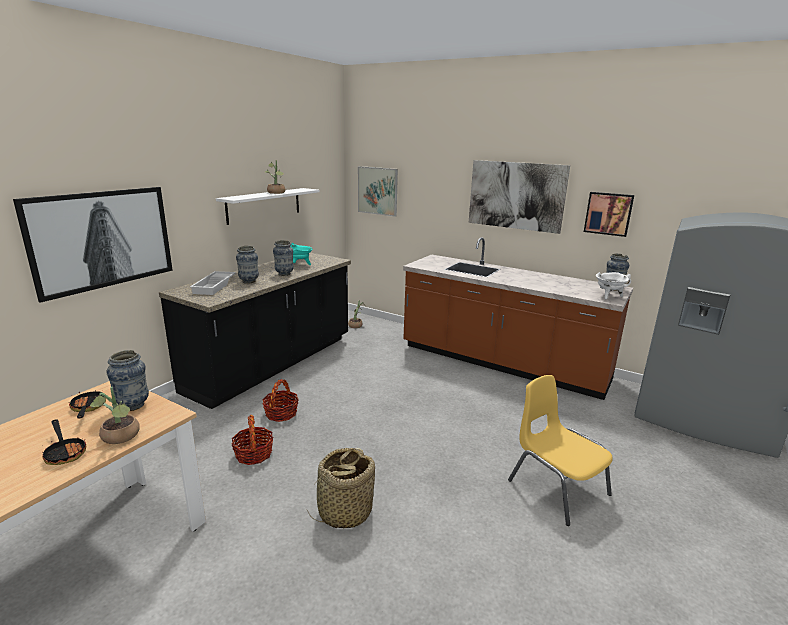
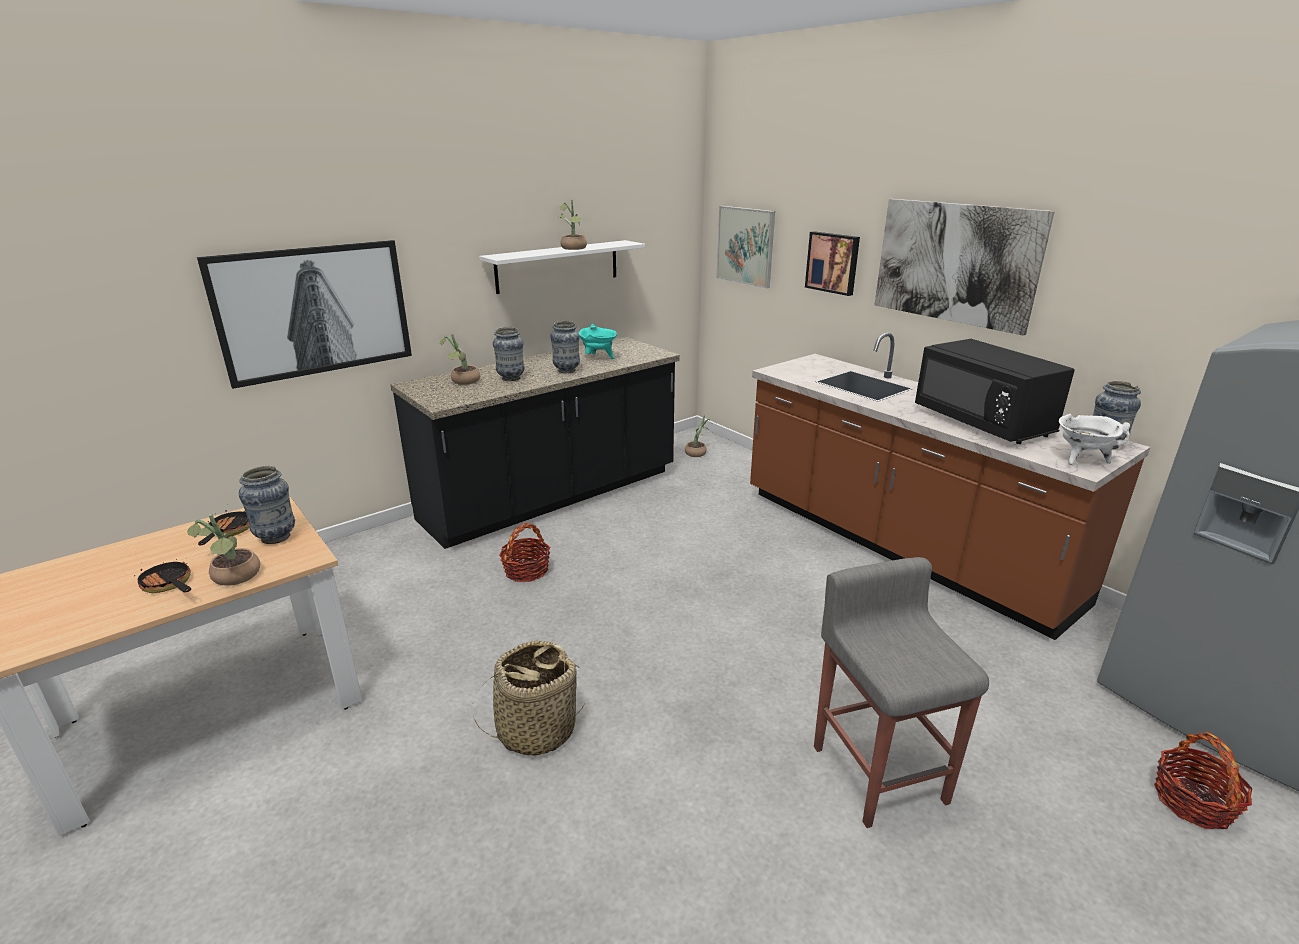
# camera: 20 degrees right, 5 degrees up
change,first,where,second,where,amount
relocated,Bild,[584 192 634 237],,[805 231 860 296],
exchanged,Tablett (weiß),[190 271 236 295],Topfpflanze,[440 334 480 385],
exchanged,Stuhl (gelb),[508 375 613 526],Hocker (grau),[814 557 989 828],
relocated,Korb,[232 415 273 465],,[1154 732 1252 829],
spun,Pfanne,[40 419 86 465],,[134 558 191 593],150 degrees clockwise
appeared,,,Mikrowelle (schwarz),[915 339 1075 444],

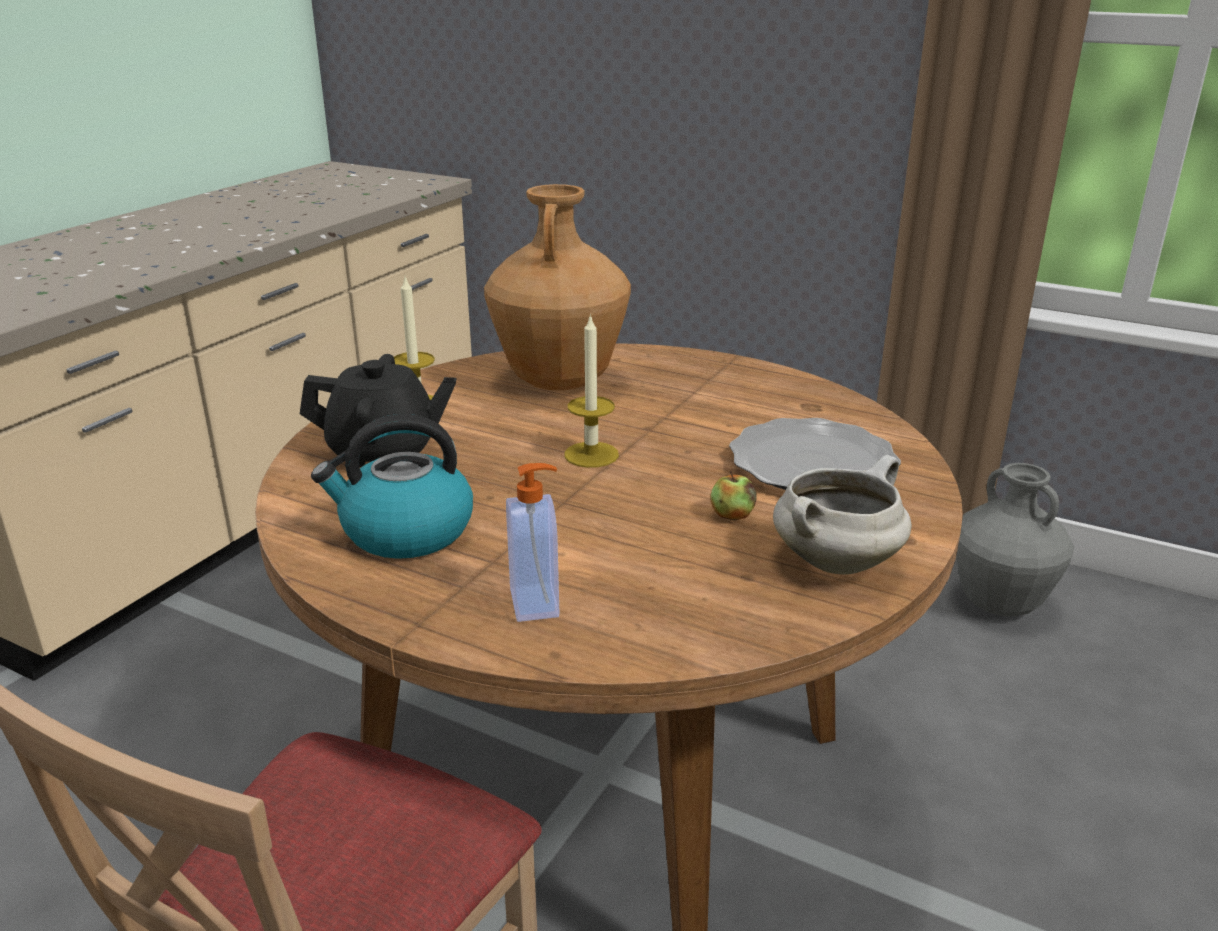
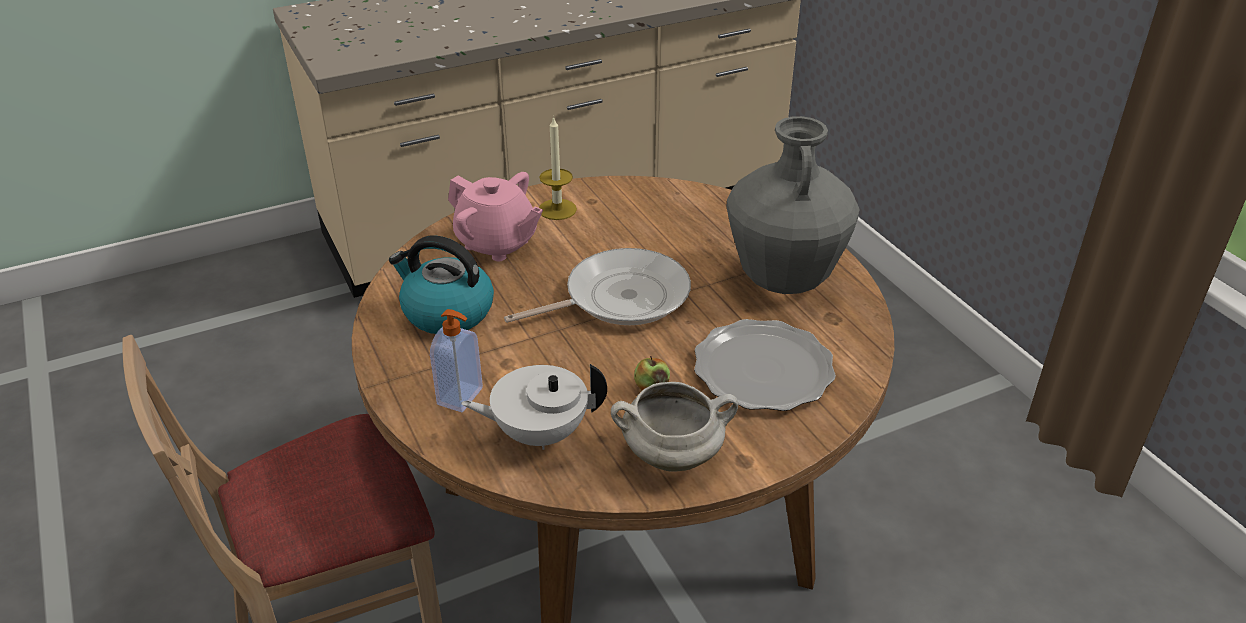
# camera: 35 degrees right, 10 degrees up
change,first,where,second,where,amount
missing,Vase (braun),[484 184 631 390],,,
exchanged,Kerze,[565 314 619 468],Pfanne,[504 248 691 325],
colour,Teekanne (schwarz),[300 354 456 467],Teekanne (rosa),[448 172 543 261],
relocated,Vase (grau),[956 463 1074 616],,[726 116 860 294],
appeared,,,Teekanne (weiß),[461 364 607 450],

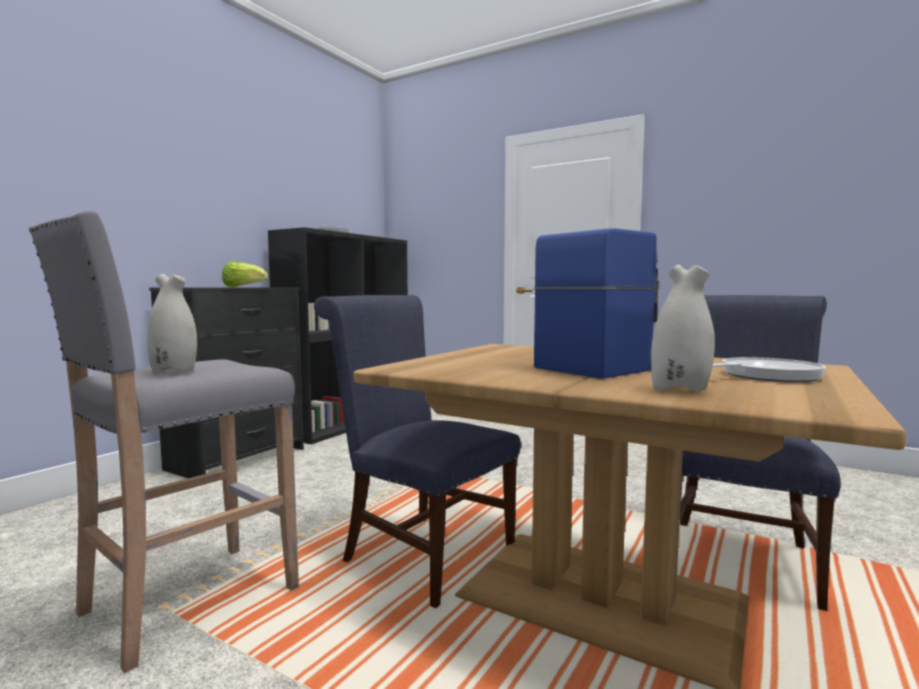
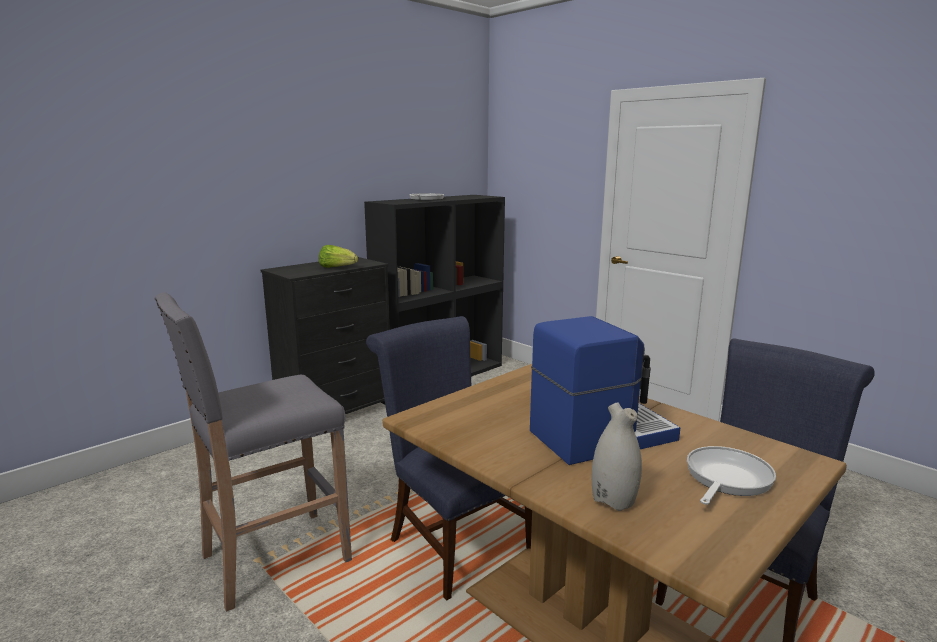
# camera: 15 degrees right, 10 degrees up
change,first,where,second,where,amount
missing,Vase (weiß),[147 274 197 374],,,
spun,Pfanne,[712 357 826 382],,[687 446 776 505],45 degrees counterclockwise

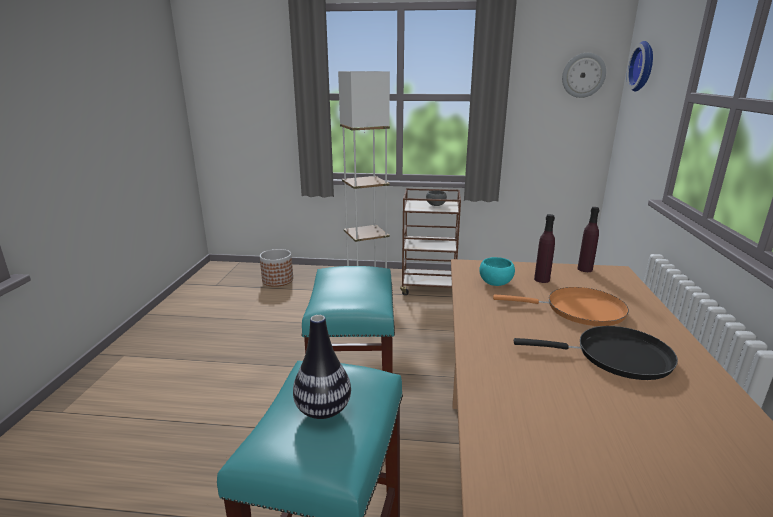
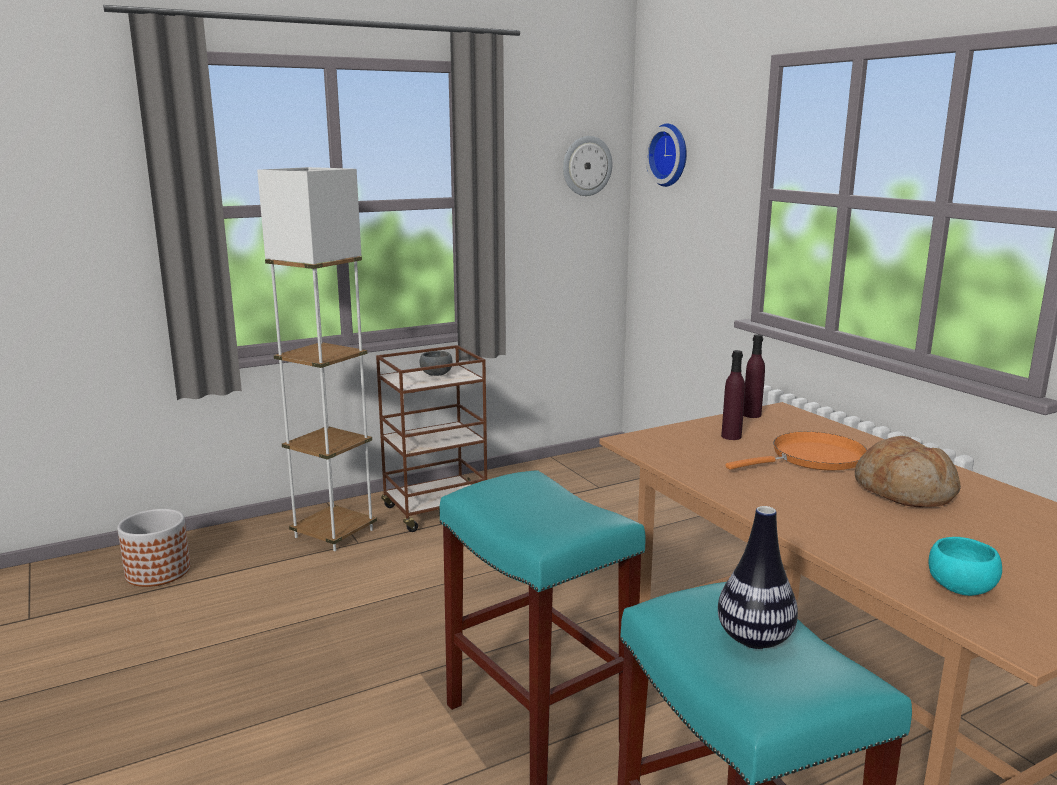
# camera: 35 degrees left, 5 degrees down
change,first,where,second,where,amount
relocated,Schüssel (türkis),[479 257 515 286],,[928 537 1002 596],
exchanged,Pfanne (schwarz),[514 326 678 380],Brot,[855 436 961 507],

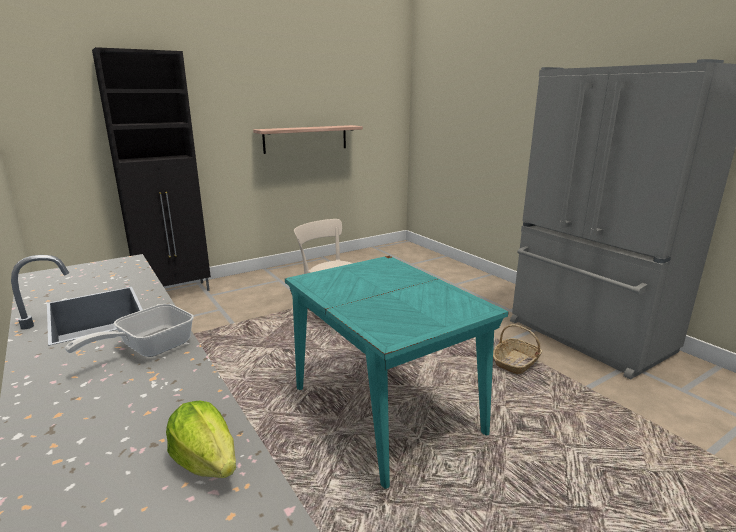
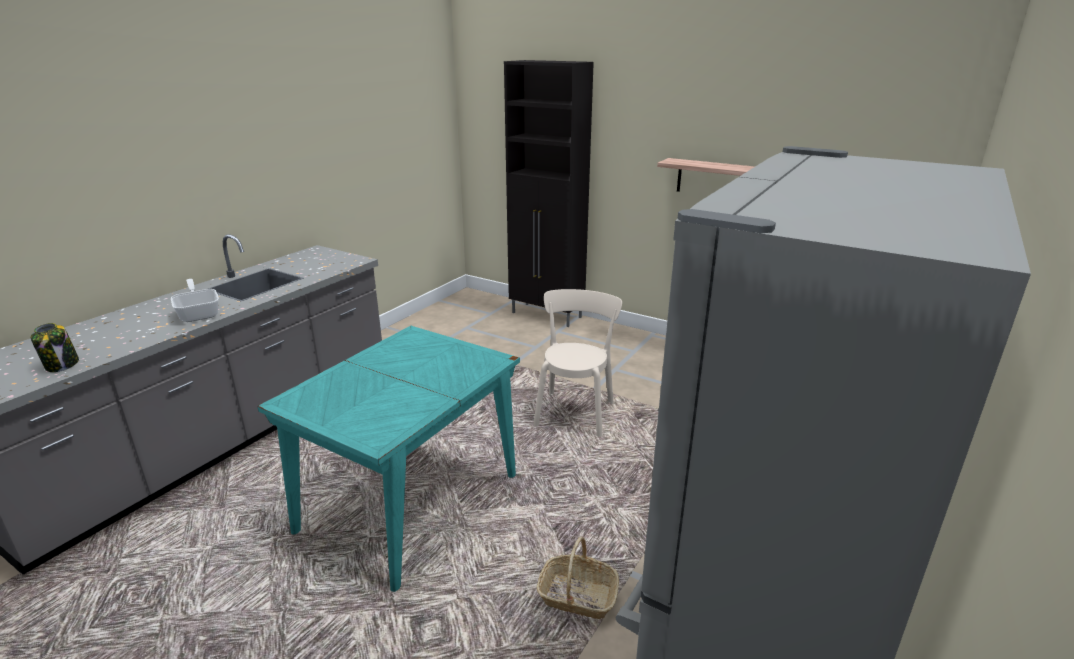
# camera: 65 degrees right, 5 degrees up
change,first,where,second,where,amount
spun,Pfanne,[65 304 194 357],,[171 279 219 322],45 degrees clockwise
exchanged,Salatkopf,[166 400 236 478],Vorratsglas,[31 323 79 372],

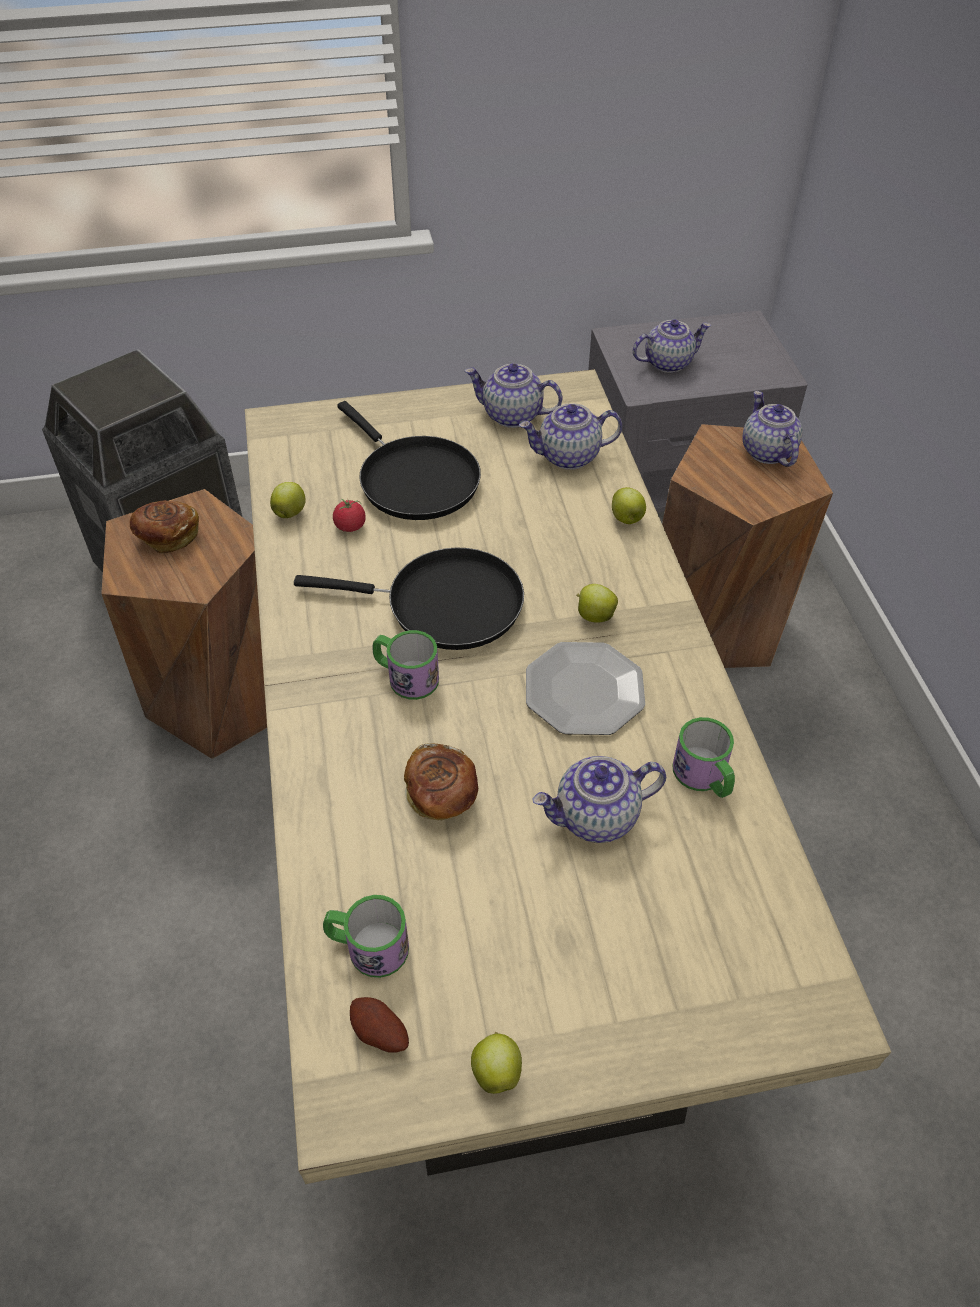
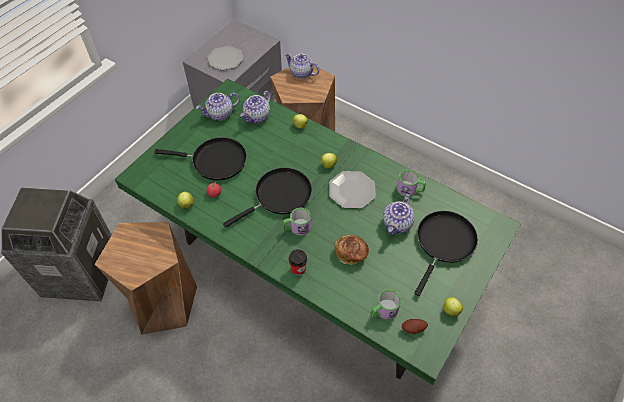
# camera: 45 degrees left, 5 degrees up
change,first,where,second,where,amount
exchanged,Teekanne,[633 319 711 373],Teller,[207 46 244 70],
colour,Esstisch (beige),[245 369 891 1184],Esstisch (grün),[115 79 521 385],
missing,Brot,[130 500 199 554],,,
appeared,,,Pfanne (schwarz),[414 211 478 296],
appeared,,,Tasse,[289 249 307 275],

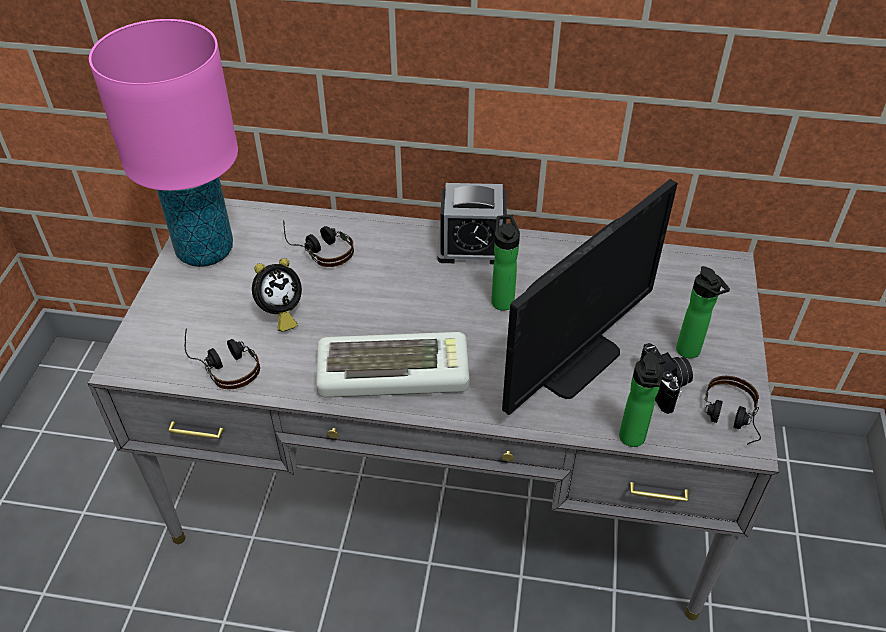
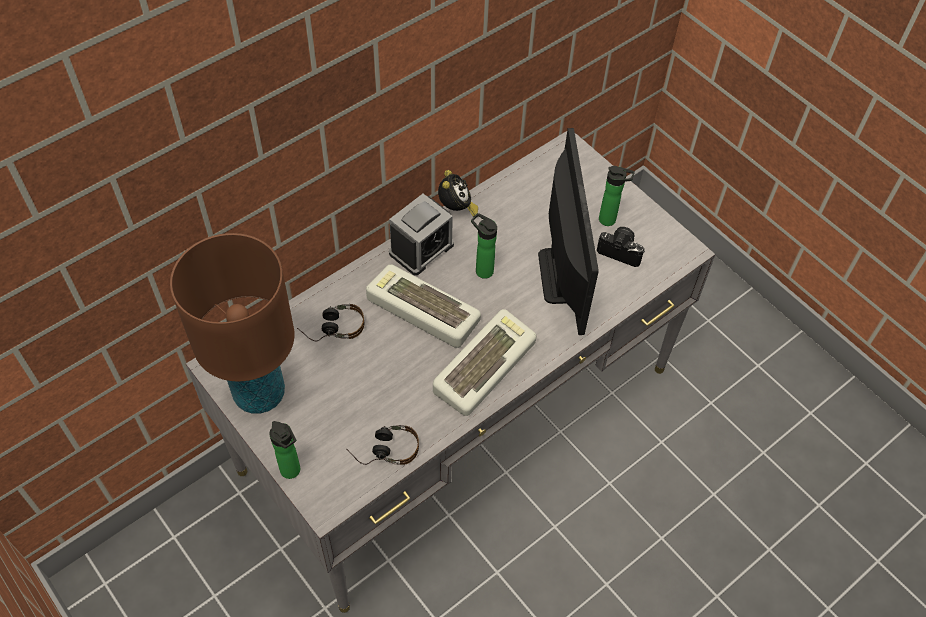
# camera: 50 degrees left, 10 degrees up
change,first,where,second,where,amount
colour,Tischlampe (rosa),[89 19 238 267],Tischlampe (braun),[170 233 295 414],
relocated,Wecker,[252 258 302 332],,[438 170 478 217],
relocated,Flasche,[619 352 664 447],,[269 421 300 479],
missing,Kopfhörer,[705 376 761 445],,,
appeared,,,Tastatur,[366 264 481 348],

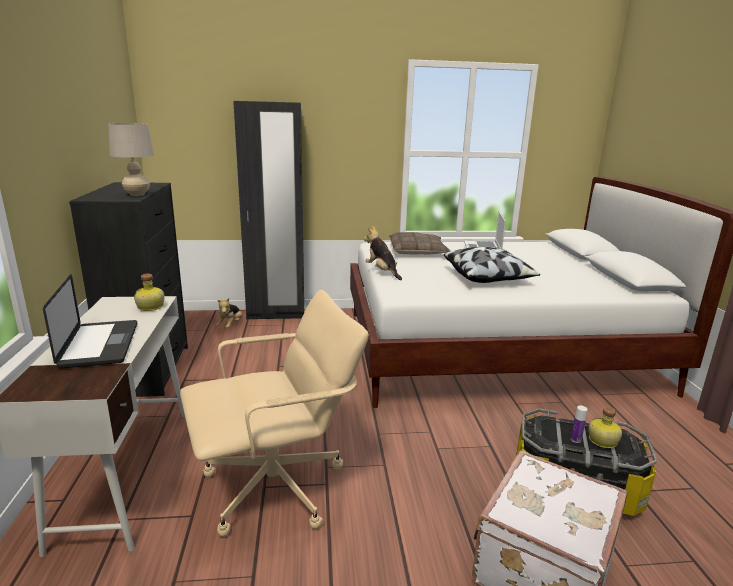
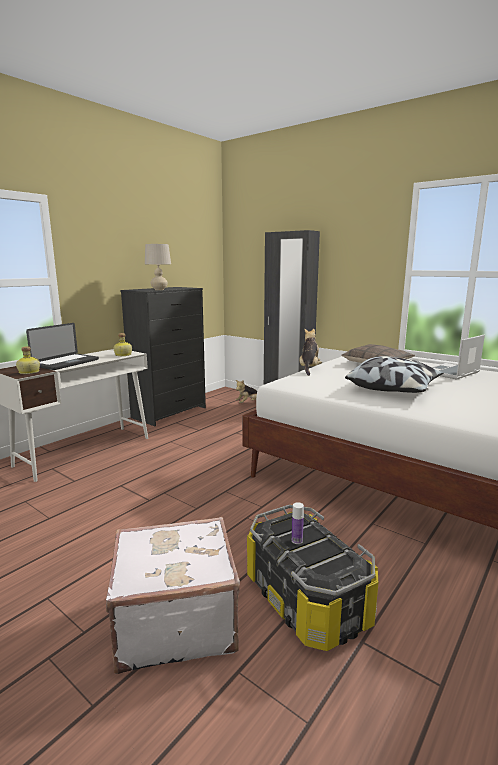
# camera: 45 degrees right, 5 degrees down
change,first,where,second,where,amount
missing,Bürostuhl (beige),[180 290 369 537],,,
relocated,Flasche,[588 407 622 448],,[16 346 40 374],

